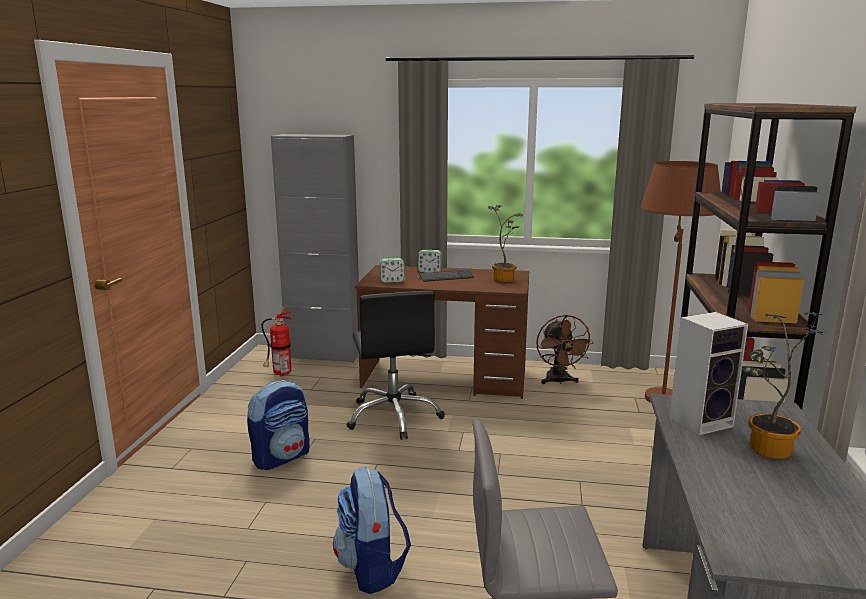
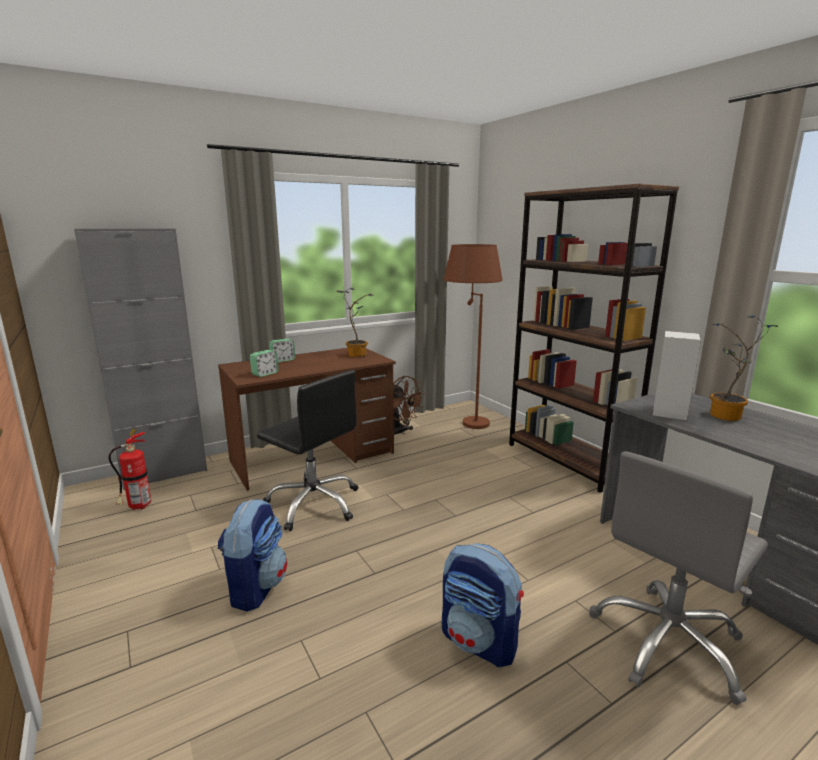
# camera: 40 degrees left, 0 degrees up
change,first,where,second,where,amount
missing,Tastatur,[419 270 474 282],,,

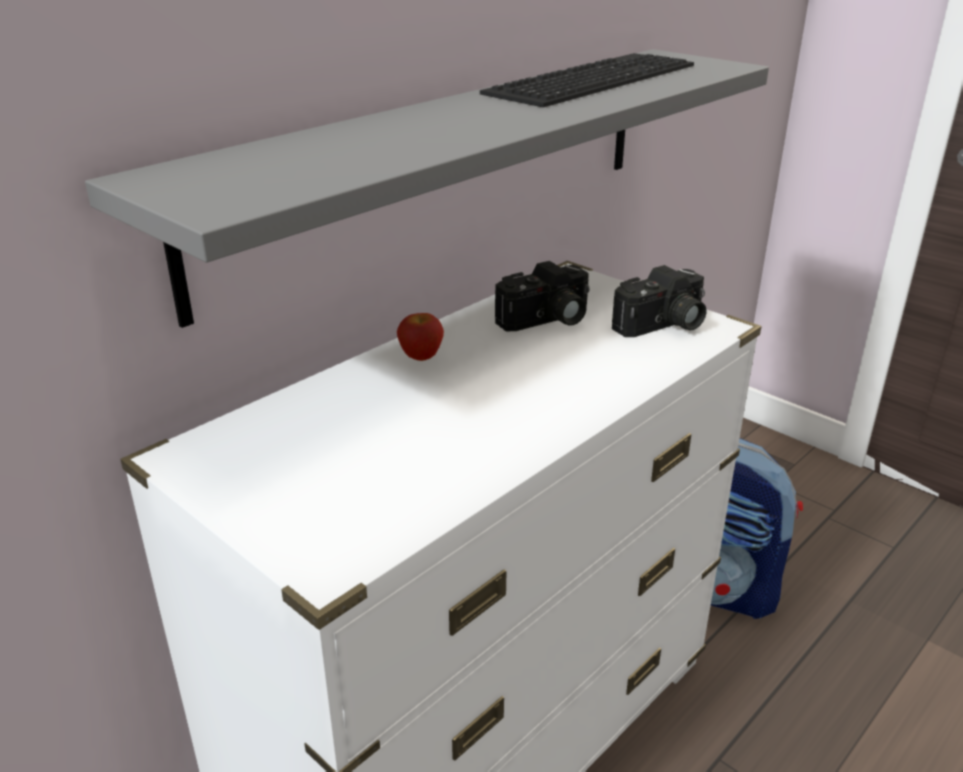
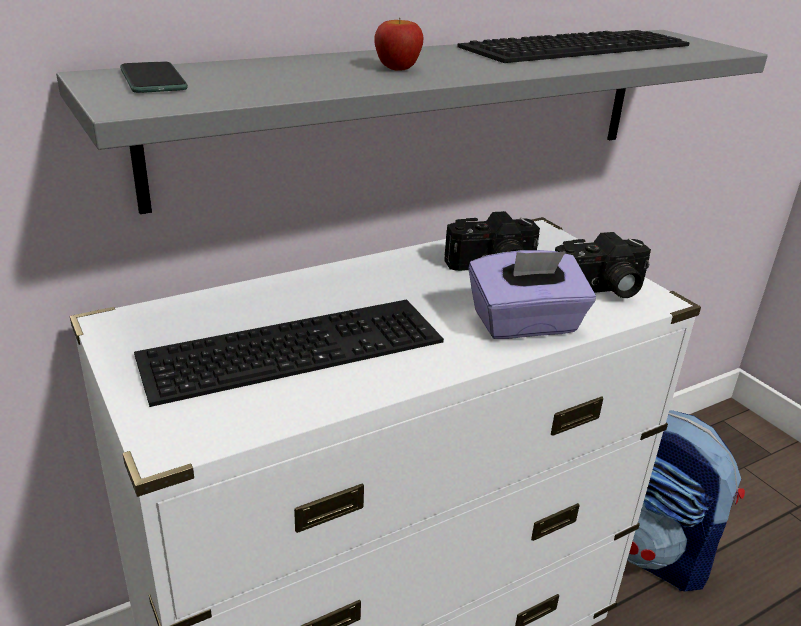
# camera: 15 degrees right, 0 degrees up
change,first,where,second,where,amount
relocated,Apfel,[397 313 444 361],,[374 18 424 70],
appeared,,,Handy,[120 61 188 93],
appeared,,,Taschentuchbox (lila),[468 250 596 339],
appeared,,,Tastatur,[134 300 444 407],

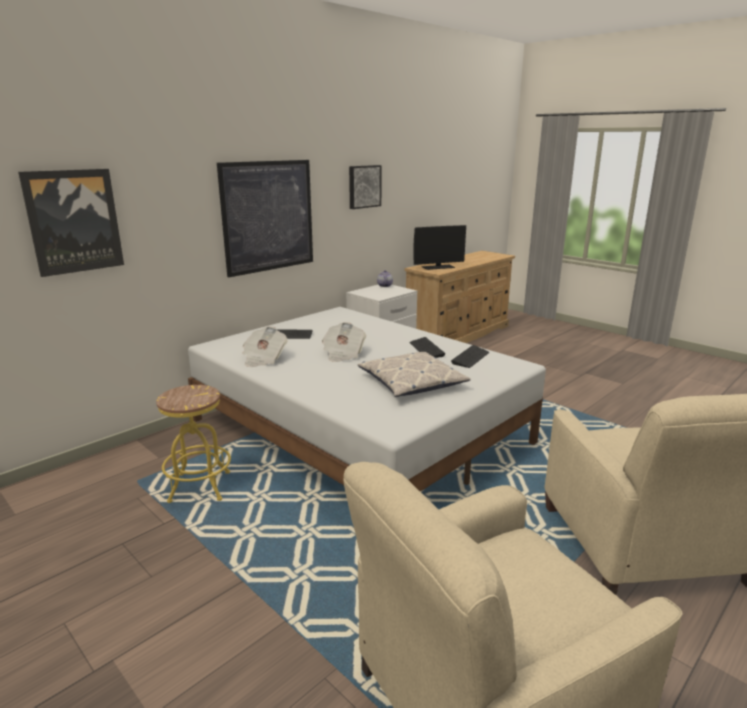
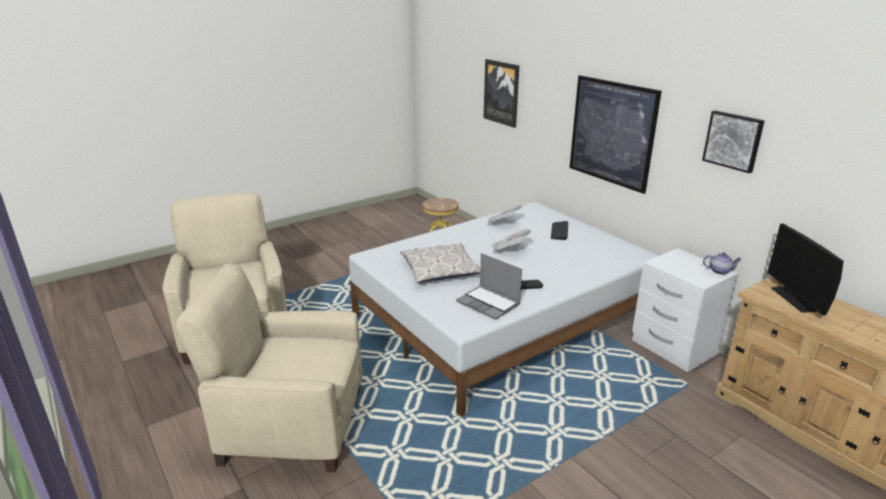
# camera: 100 degrees right, 5 degrees up
change,first,where,second,where,amount
exchanged,Tastatur,[451 345 489 368],Laptop,[456 253 522 320],

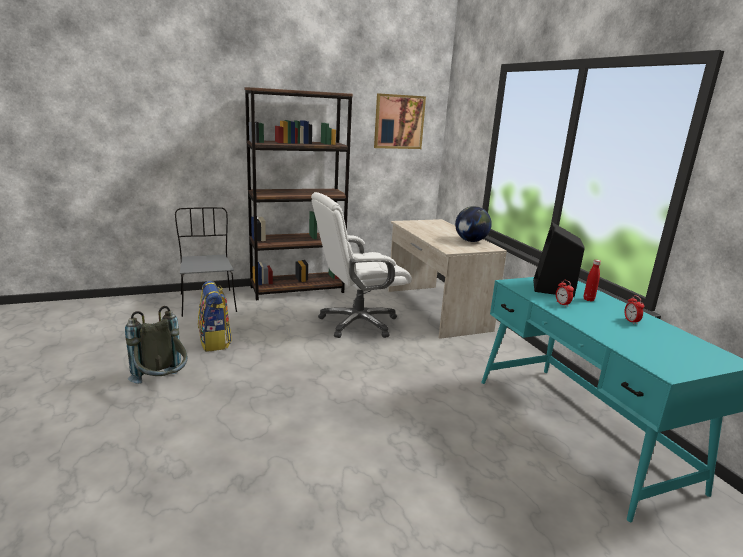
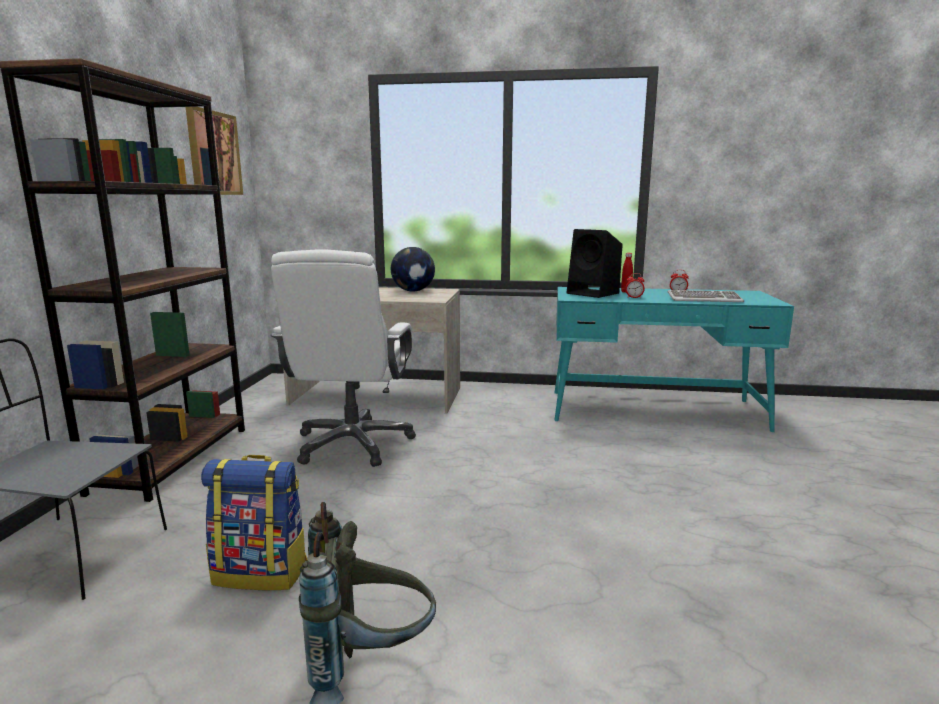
# camera: 60 degrees left, 5 degrees down
change,first,where,second,where,amount
appeared,,,Tastatur,[668 290 744 302],

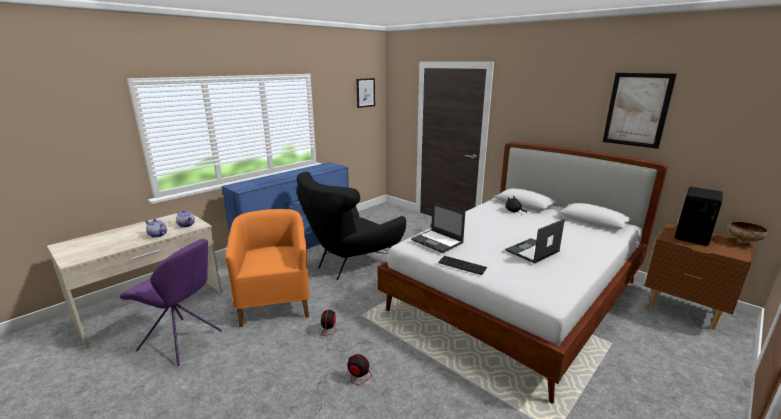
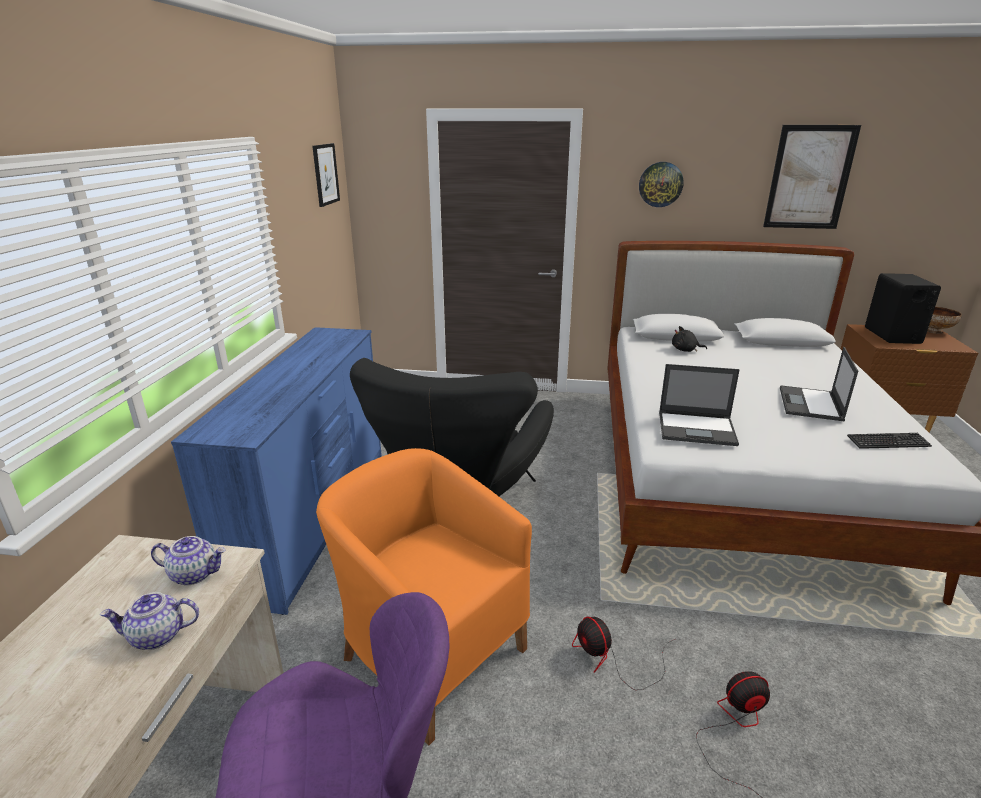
# camera: 35 degrees left, 5 degrees up
change,first,where,second,where,amount
relocated,Tastatur,[438 256 487 275],,[847 433 932 449],
appeared,,,Wanduhr,[639 162 684 207],

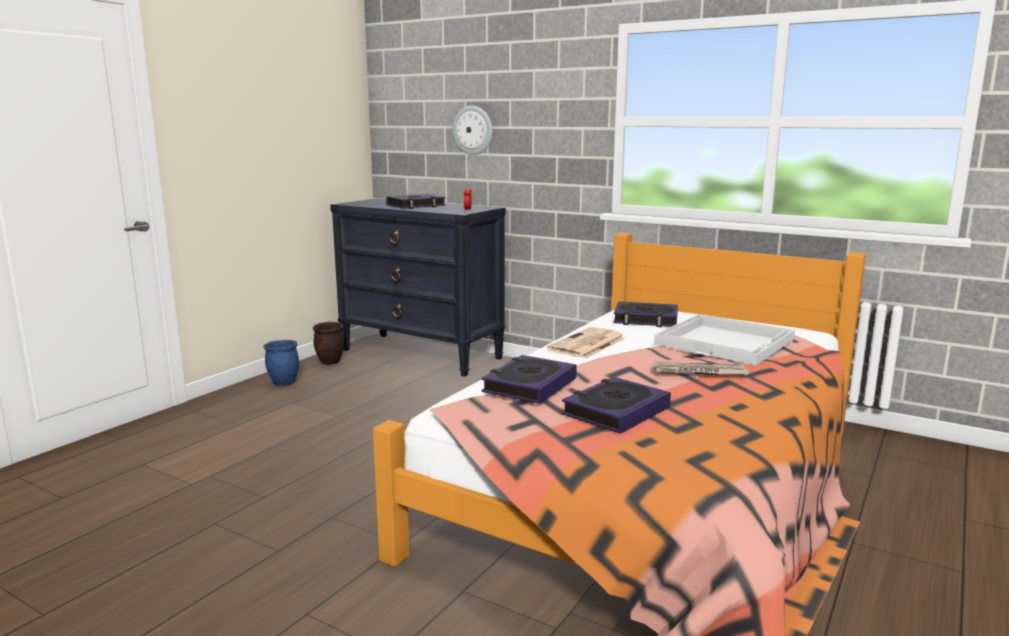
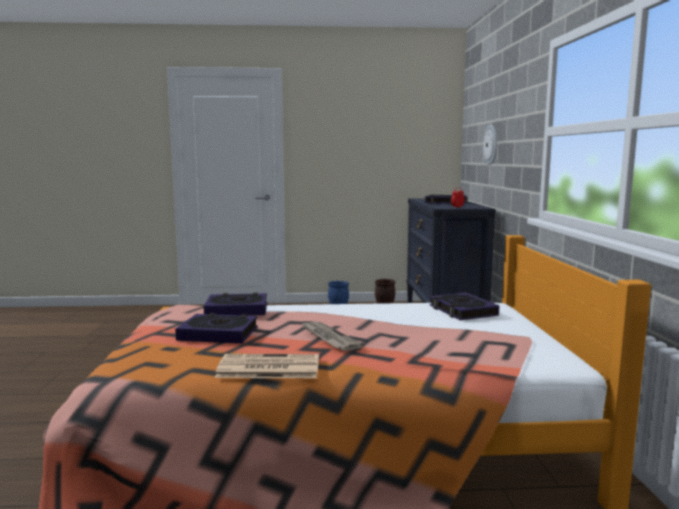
# camera: 55 degrees right, 5 degrees down
change,first,where,second,where,amount
missing,Tablett (weiß),[654 314 795 365],,,
relocated,Zeitung,[547 327 625 359],,[215 354 319 378],

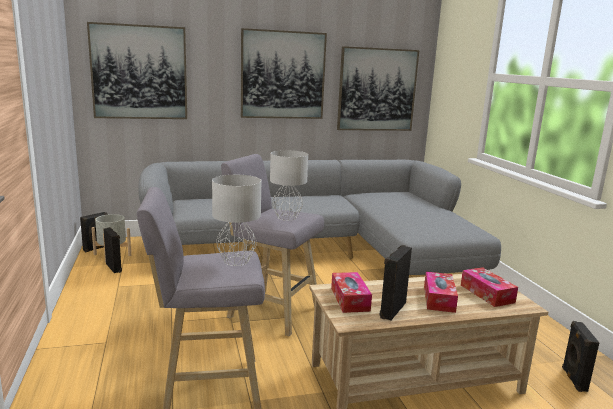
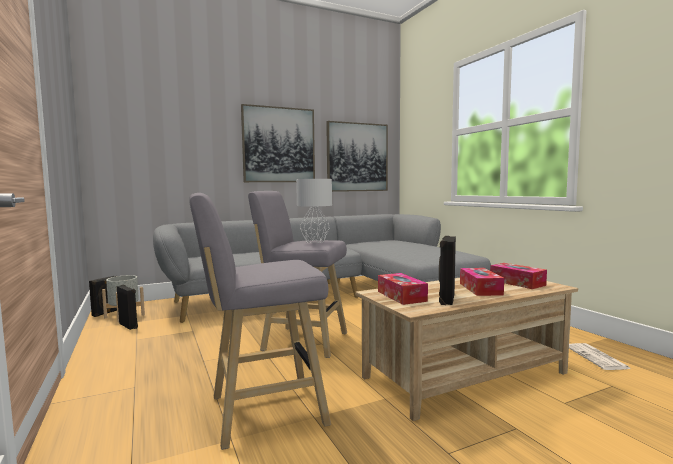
# camera: 10 degrees left, 10 degrees down
change,first,where,second,where,amount
missing,Bild,[87 22 187 119],,,
missing,Tischlampe (grau),[212 175 261 266],,,
exchanged,Lautsprecher (schwarz),[562 321 599 392],Zeitung,[569 343 631 370],

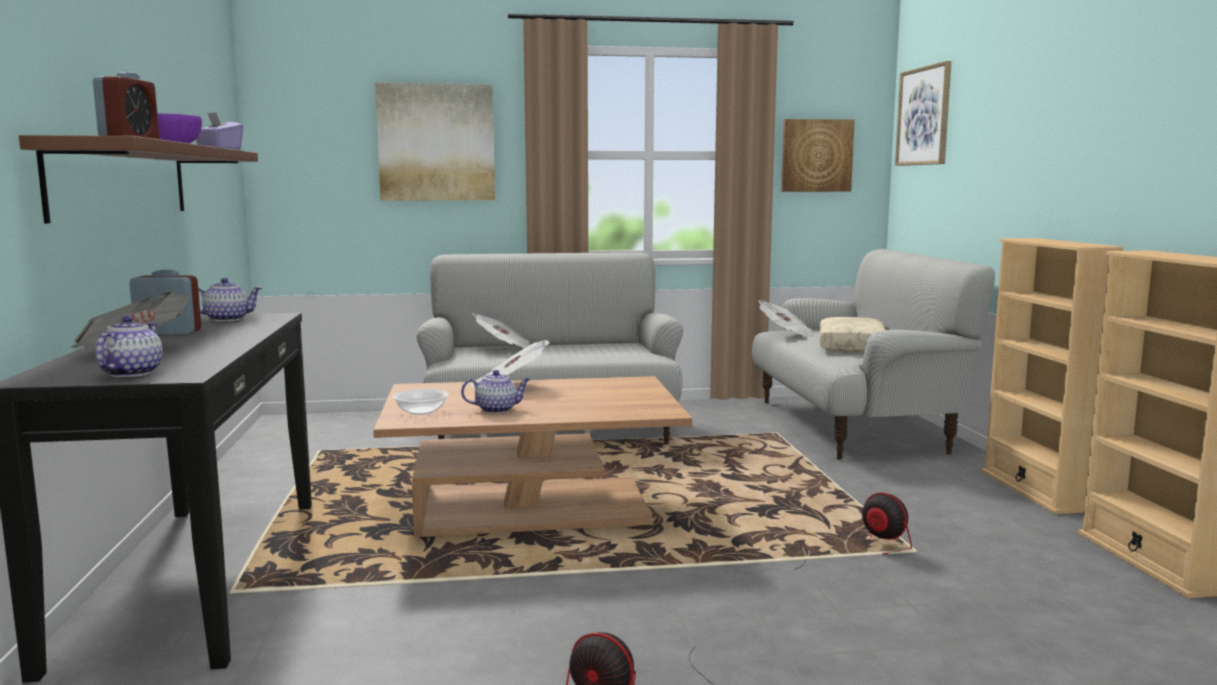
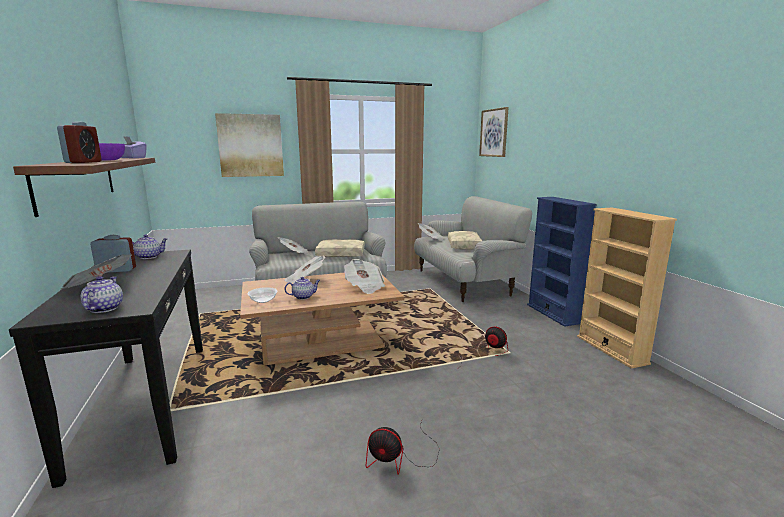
# camera: 10 degrees left, 5 degrees up
change,first,where,second,where,amount
missing,Bild,[781 119 855 192],,,
colour,Bücherregal (beige),[981 238 1123 514],Bücherregal (blau),[527 197 597 327],
appeared,,,Kissen (beige),[315 239 365 257],
appeared,,,Zeitung,[344 259 385 294],

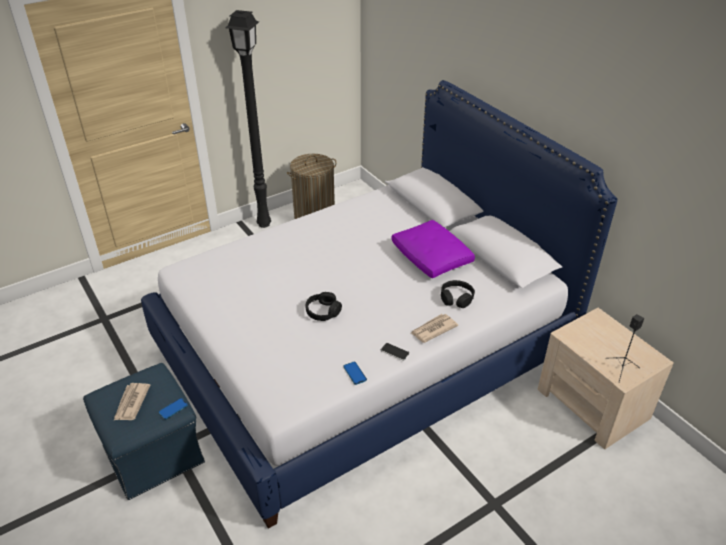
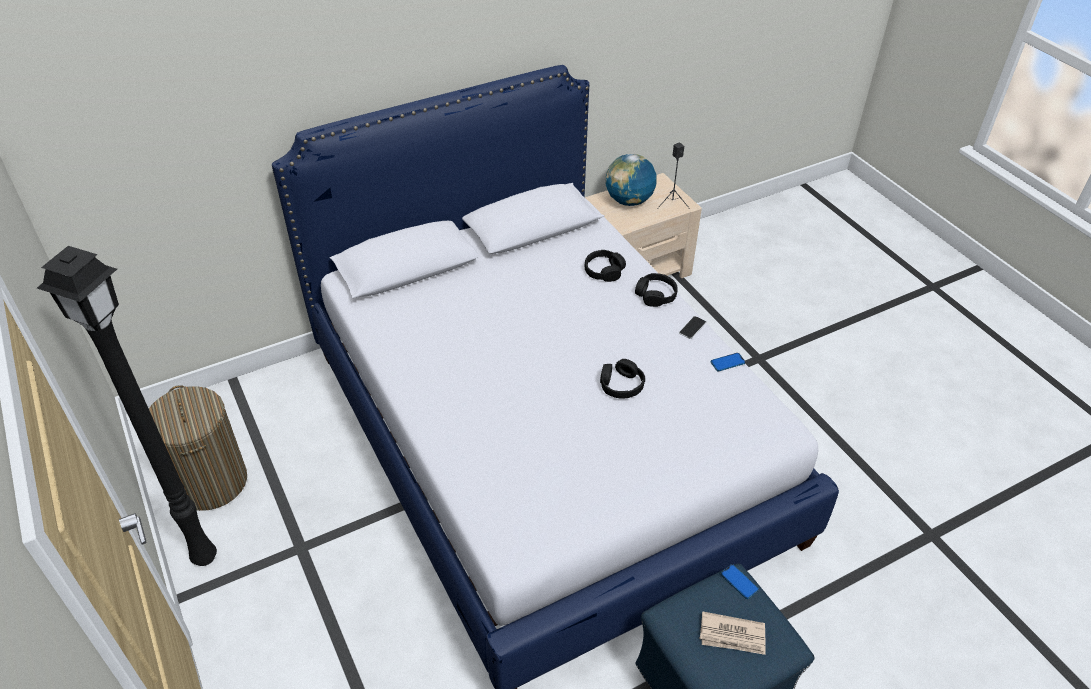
# camera: 85 degrees left, 5 degrees up
change,first,where,second,where,amount
missing,Kissen (lila),[391 220 475 278],,,
exchanged,Zeitung,[411 314 458 343],Kopfhörer (schwarz),[635 273 678 307],
appeared,,,Globus,[605 154 657 206],

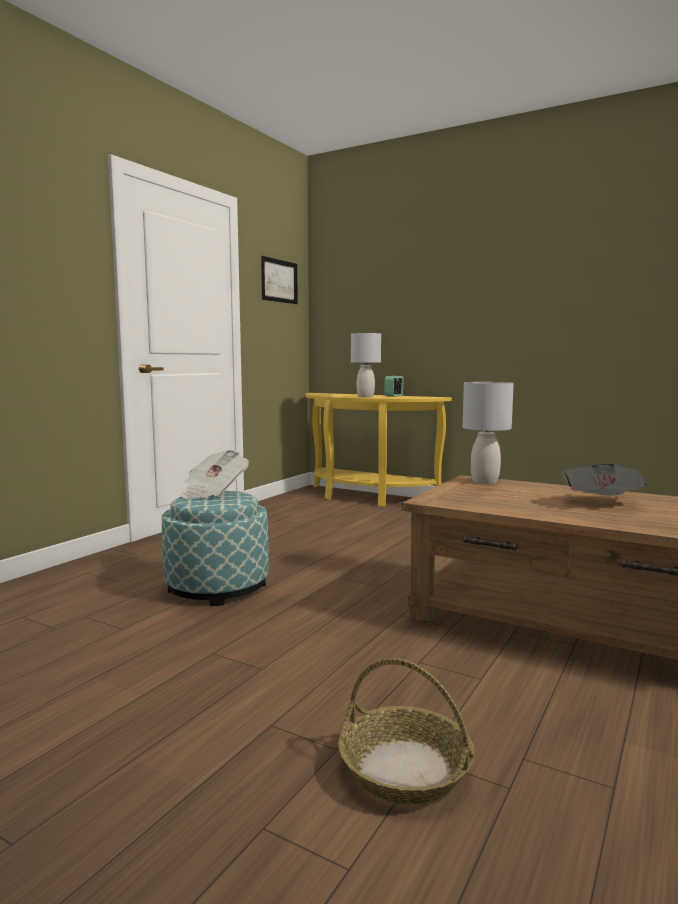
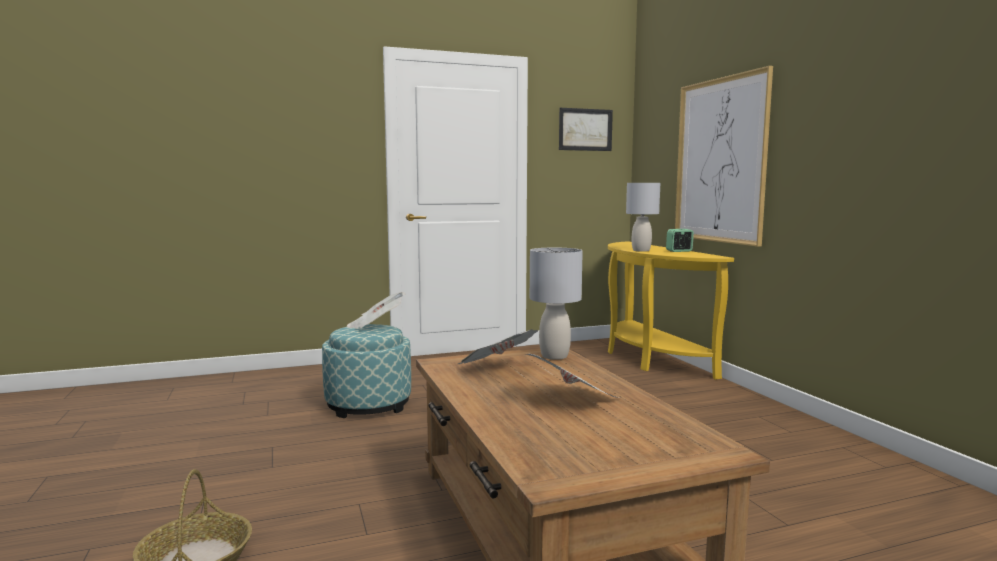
# camera: 40 degrees right, 0 degrees up
change,first,where,second,where,amount
appeared,,,Bild,[675 66 773 247],
appeared,,,Zeitung,[458 329 538 364],

